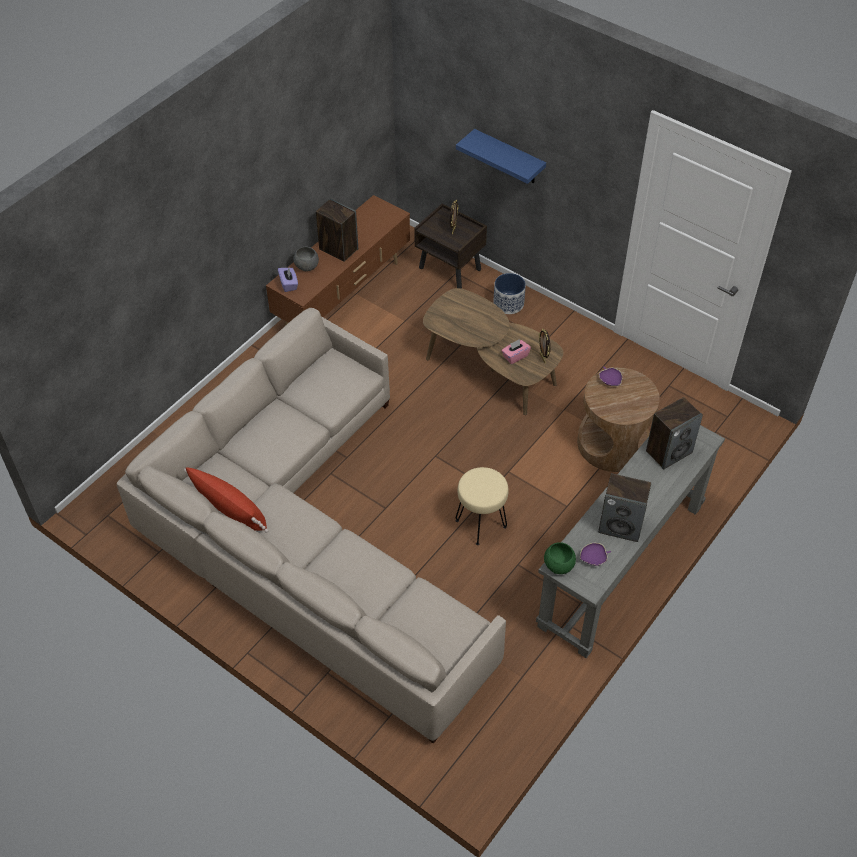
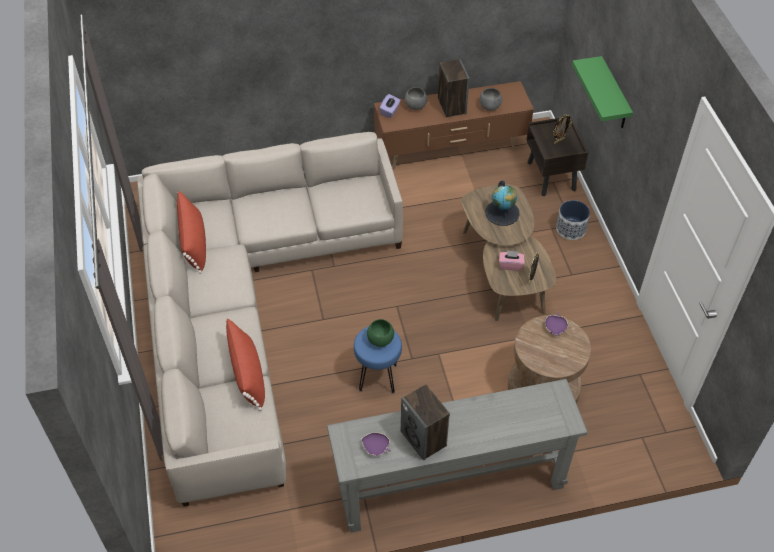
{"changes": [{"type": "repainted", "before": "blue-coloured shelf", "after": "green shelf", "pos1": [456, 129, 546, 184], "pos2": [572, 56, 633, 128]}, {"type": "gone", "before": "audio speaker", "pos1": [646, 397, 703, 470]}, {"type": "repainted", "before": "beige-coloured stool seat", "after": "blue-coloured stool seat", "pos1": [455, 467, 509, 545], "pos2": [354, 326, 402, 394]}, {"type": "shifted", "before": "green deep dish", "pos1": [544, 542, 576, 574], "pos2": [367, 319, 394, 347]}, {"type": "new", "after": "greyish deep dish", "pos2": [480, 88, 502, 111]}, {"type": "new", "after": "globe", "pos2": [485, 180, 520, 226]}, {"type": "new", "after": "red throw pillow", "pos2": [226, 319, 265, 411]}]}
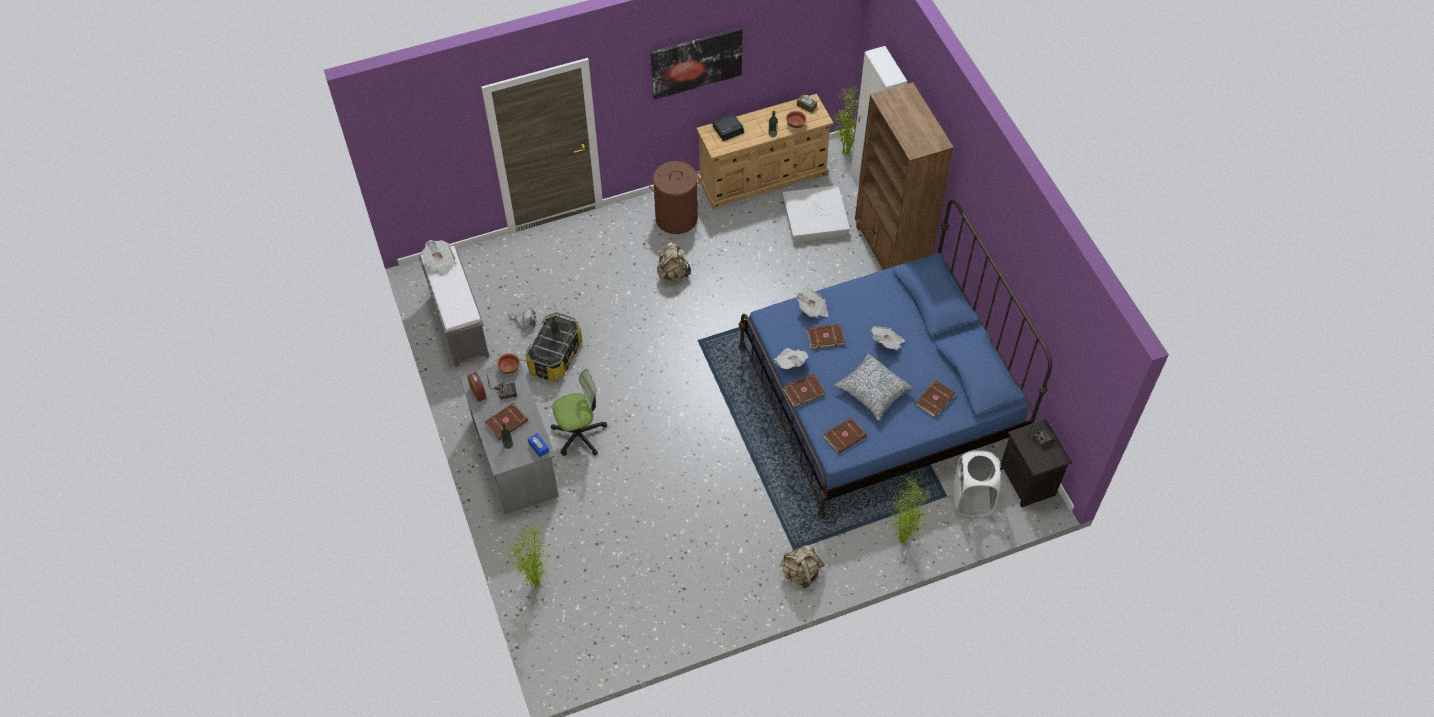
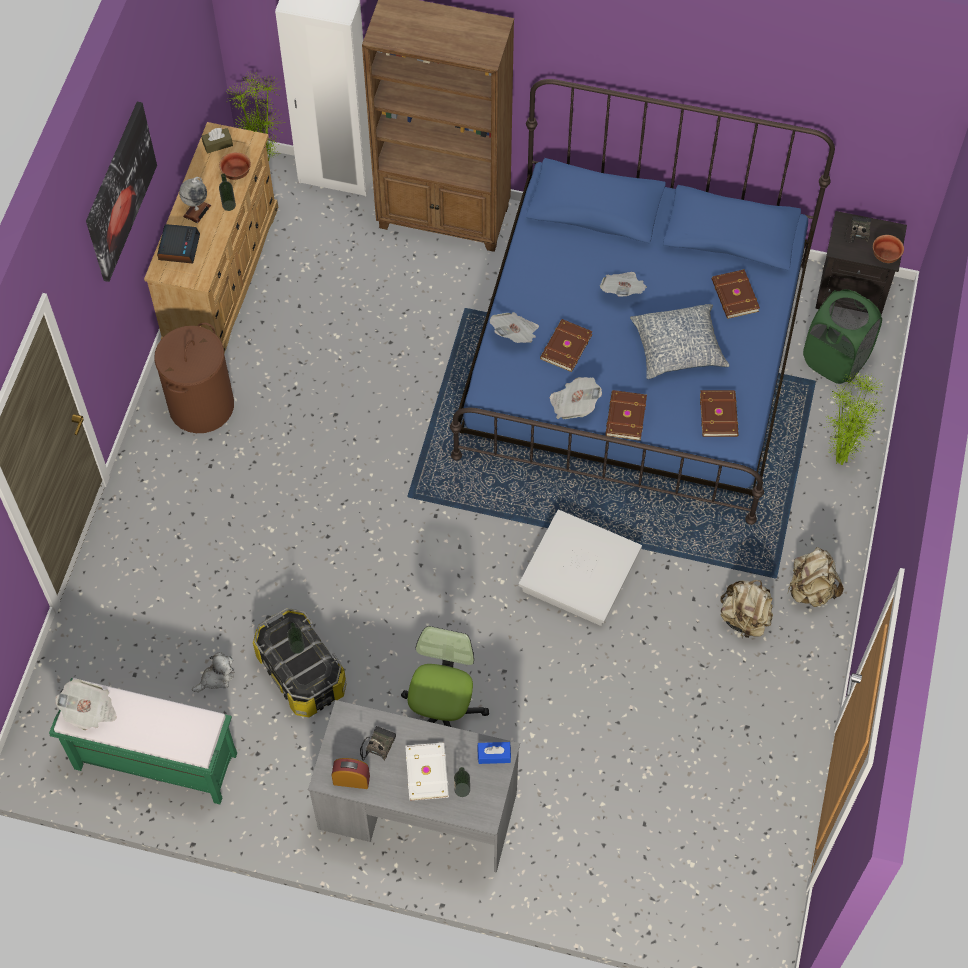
{"changes": [{"type": "shifted", "before": "white storage bin", "pos1": [783, 185, 850, 242], "pos2": [519, 509, 642, 626]}, {"type": "shifted", "before": "beige-coloured knapsack", "pos1": [657, 242, 691, 281], "pos2": [720, 580, 773, 639]}, {"type": "repainted", "before": "greyish long seat", "after": "green long seat", "pos1": [419, 246, 489, 367], "pos2": [49, 678, 237, 804]}, {"type": "shifted", "before": "deep dish", "pos1": [497, 353, 520, 374], "pos2": [873, 235, 904, 263]}, {"type": "repainted", "before": "brown-coloured volume", "after": "white volume", "pos1": [484, 403, 528, 440], "pos2": [406, 743, 449, 801]}, {"type": "repainted", "before": "white washing basket", "after": "green washing basket", "pos1": [954, 450, 1001, 516], "pos2": [803, 289, 882, 384]}, {"type": "gone", "before": "houseplant", "pos1": [507, 521, 548, 589]}, {"type": "new", "after": "globe", "pos2": [179, 177, 211, 223]}]}
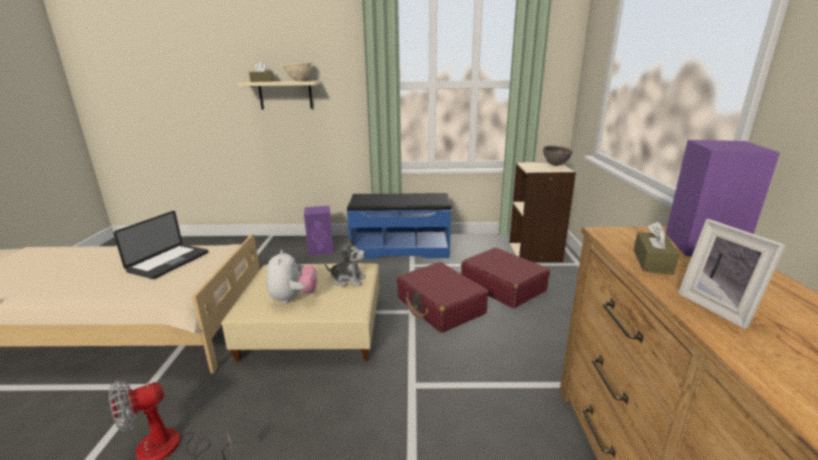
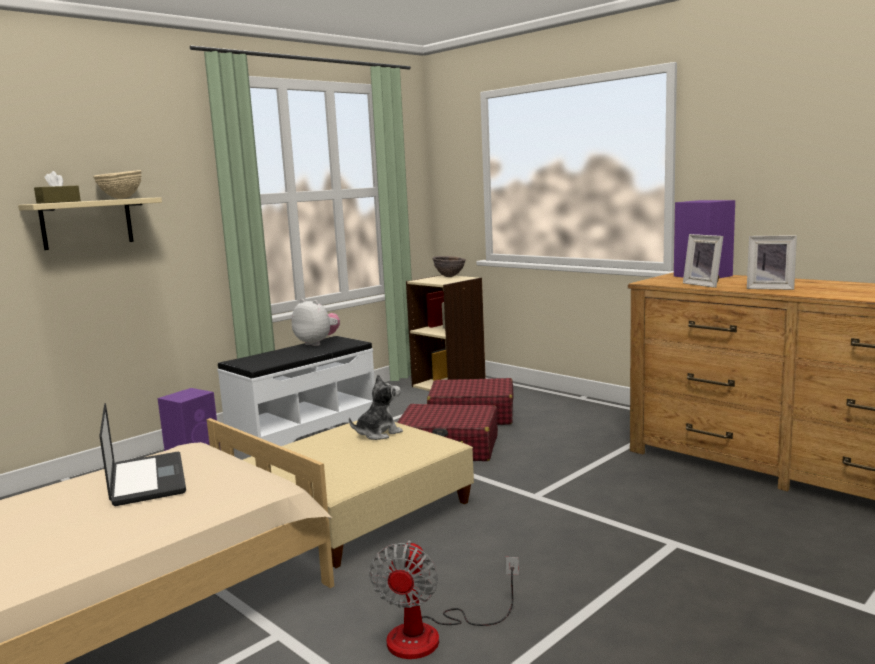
{"changes": [{"type": "repainted", "before": "blue-coloured long seat", "after": "white long seat", "pos1": [347, 193, 451, 259], "pos2": [217, 336, 375, 446]}, {"type": "swapped", "before": "brown-coloured tissue holder", "after": "photo frame", "pos1": [634, 222, 679, 275], "pos2": [683, 234, 723, 288]}, {"type": "shifted", "before": "cuddly toy", "pos1": [267, 250, 317, 304], "pos2": [292, 299, 340, 346]}]}
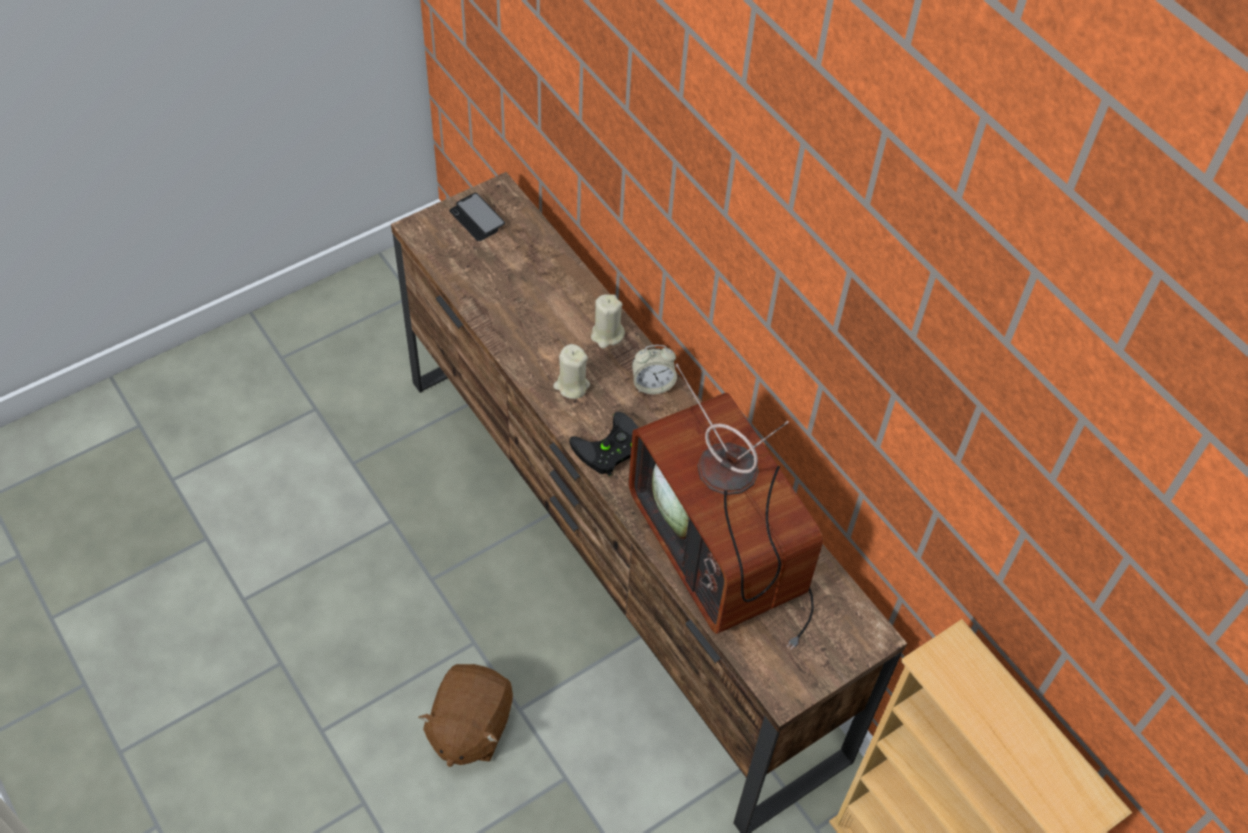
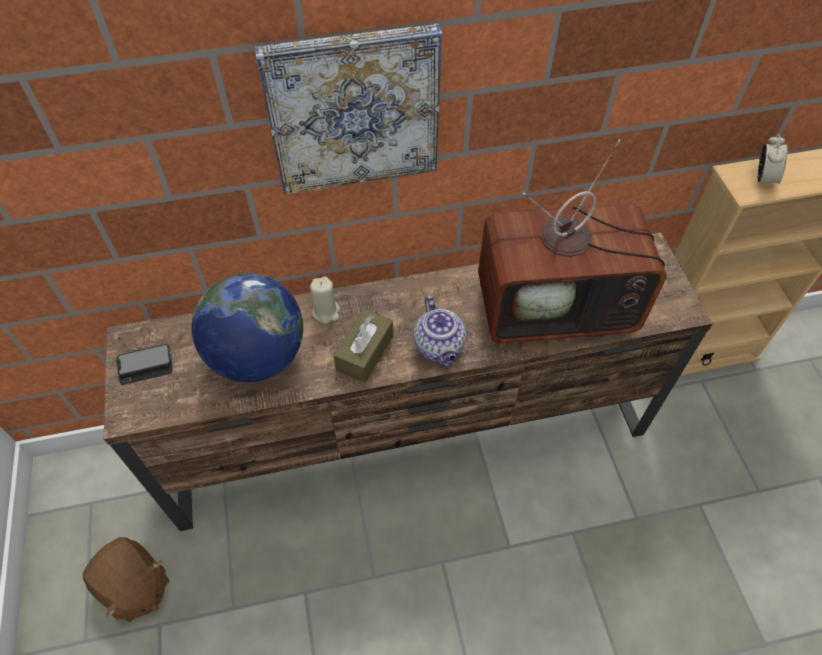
{"changes": [{"type": "swapped", "before": "beige-coloured wax light", "after": "brown-coloured tissue holder", "pos1": [553, 344, 590, 399], "pos2": [334, 309, 393, 382]}, {"type": "shifted", "before": "alarm clock", "pos1": [632, 345, 677, 394], "pos2": [758, 134, 788, 189]}, {"type": "swapped", "before": "black-coloured game controller", "after": "teapot", "pos1": [569, 412, 638, 476], "pos2": [413, 295, 466, 367]}, {"type": "shifted", "before": "brown-coloured cuddly toy", "pos1": [418, 664, 513, 767], "pos2": [83, 537, 170, 622]}, {"type": "new", "after": "wall art", "pos2": [255, 23, 442, 194]}, {"type": "new", "after": "globe", "pos2": [192, 273, 303, 382]}]}
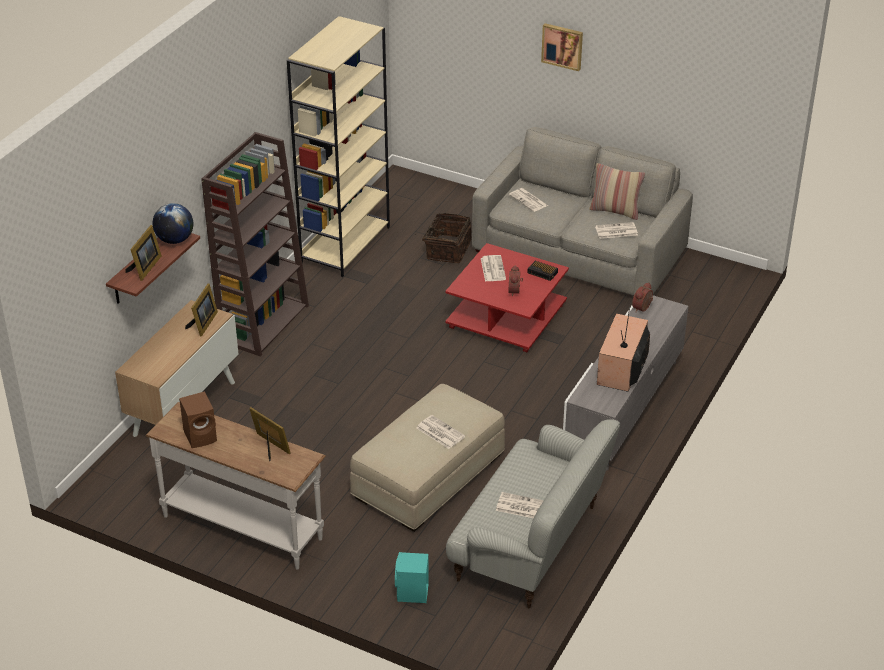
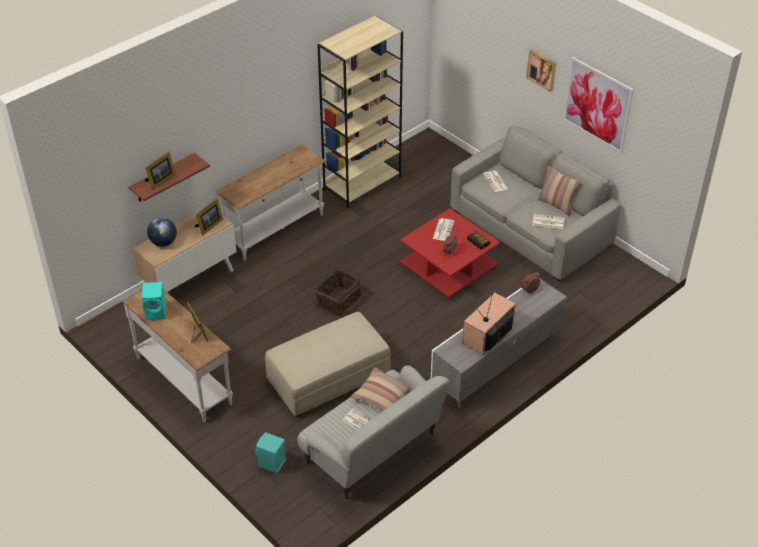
{"changes": [{"type": "swapped", "before": "brown-coloured shelving unit", "after": "white narrow table", "pos1": [201, 132, 309, 357], "pos2": [216, 145, 326, 260]}, {"type": "shifted", "before": "globe", "pos1": [152, 203, 193, 244], "pos2": [147, 217, 177, 247]}, {"type": "shifted", "before": "basket", "pos1": [418, 213, 471, 263], "pos2": [310, 270, 361, 317]}, {"type": "repainted", "before": "brown-coloured audio speaker", "after": "turquoise audio speaker", "pos1": [179, 391, 217, 448], "pos2": [141, 282, 166, 320]}, {"type": "gone", "before": "printed paper", "pos1": [417, 415, 465, 449]}, {"type": "new", "after": "wall art", "pos2": [563, 57, 634, 153]}, {"type": "new", "after": "throw pillow", "pos2": [351, 367, 410, 411]}]}
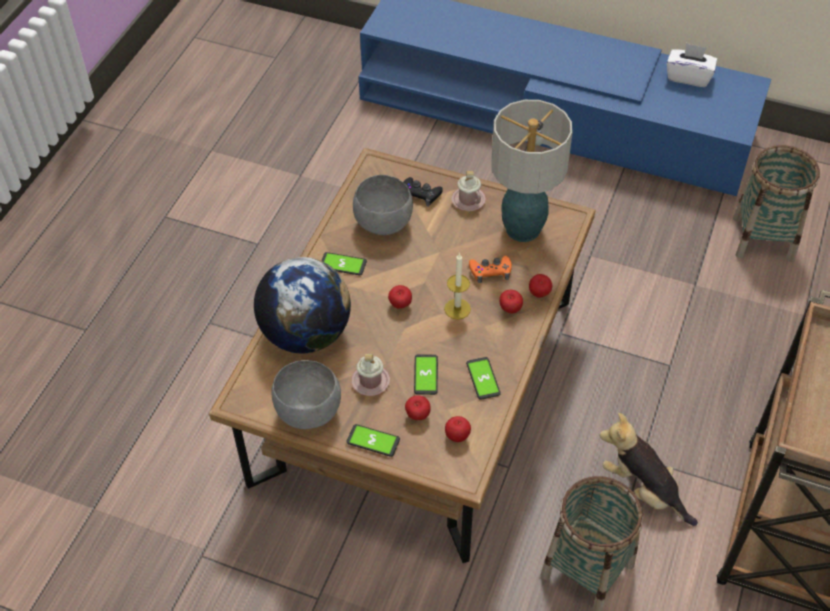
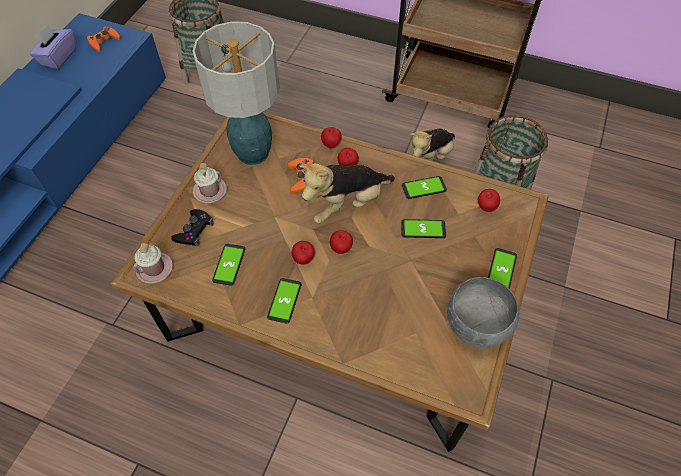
{"changes": [{"type": "repainted", "before": "white tissue holder", "after": "purplish tissue holder", "pos1": [667, 43, 717, 87], "pos2": [30, 24, 76, 69]}, {"type": "swapped", "before": "greyish deep dish", "after": "handset", "pos1": [353, 175, 413, 235], "pos2": [212, 244, 245, 286]}, {"type": "swapped", "before": "wax light", "after": "cuddly toy", "pos1": [444, 253, 471, 320], "pos2": [300, 163, 395, 224]}, {"type": "gone", "before": "globe", "pos1": [254, 257, 351, 353]}, {"type": "shifted", "before": "pink-coloured coffee mug", "pos1": [351, 354, 390, 396], "pos2": [133, 243, 173, 284]}, {"type": "shifted", "before": "apple fruit", "pos1": [405, 395, 431, 420], "pos2": [292, 241, 315, 264]}, {"type": "new", "after": "orange game controller", "pos2": [87, 26, 121, 52]}]}
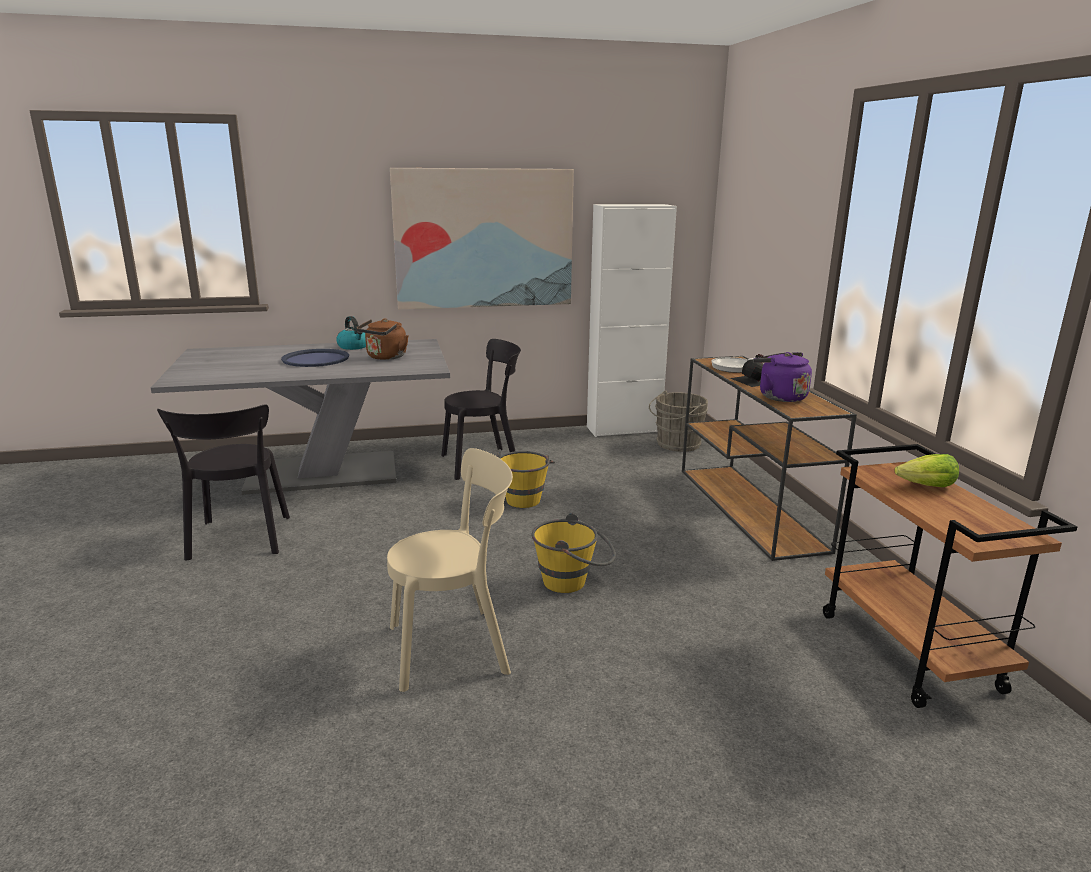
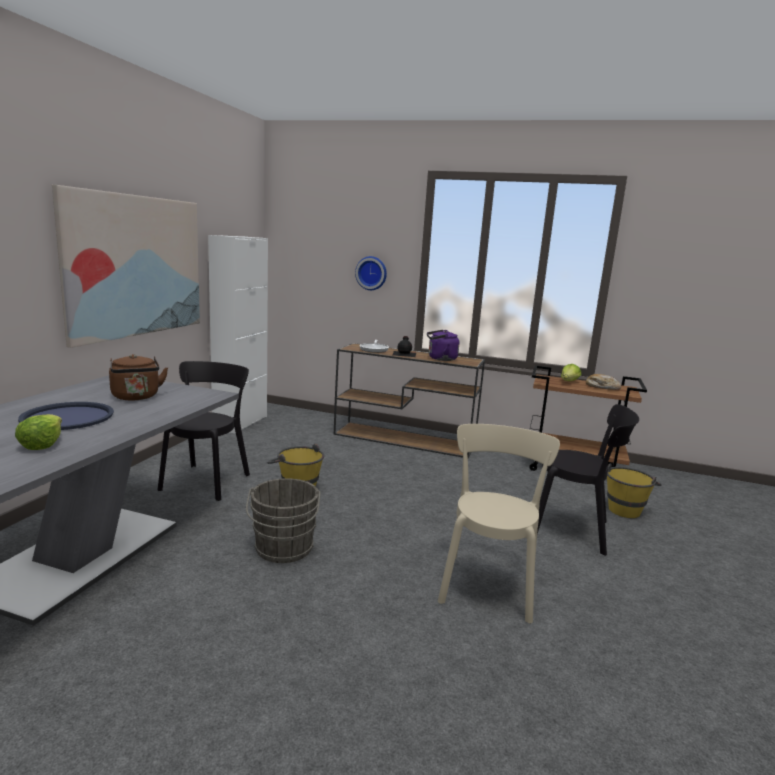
{"changes": [{"type": "gone", "before": "water kettle", "pos1": [336, 316, 366, 350]}, {"type": "shifted", "before": "greyish pail", "pos1": [649, 391, 708, 452], "pos2": [246, 478, 321, 563]}, {"type": "shifted", "before": "black-coloured chair", "pos1": [157, 404, 290, 561], "pos2": [537, 404, 639, 556]}, {"type": "shifted", "before": "yellow-coloured pail", "pos1": [532, 513, 616, 593], "pos2": [607, 464, 662, 518]}, {"type": "new", "after": "hanging clock", "pos2": [355, 256, 387, 290]}, {"type": "new", "after": "bread", "pos2": [586, 374, 621, 390]}, {"type": "new", "after": "lettuce", "pos2": [15, 414, 62, 450]}]}
